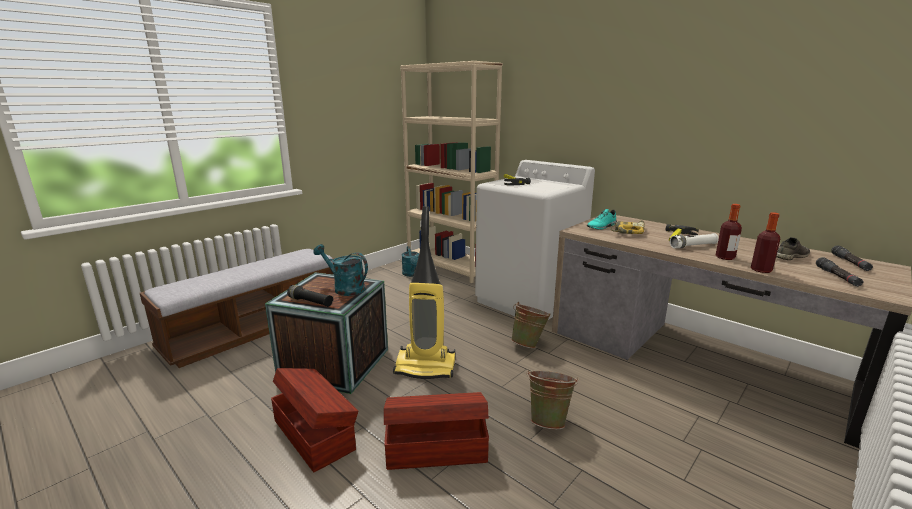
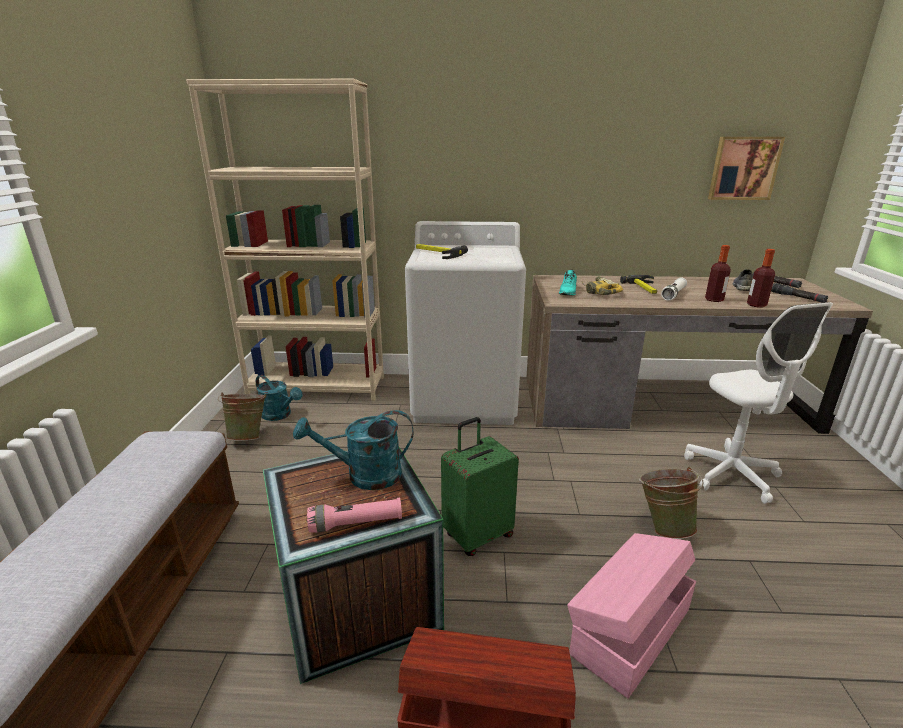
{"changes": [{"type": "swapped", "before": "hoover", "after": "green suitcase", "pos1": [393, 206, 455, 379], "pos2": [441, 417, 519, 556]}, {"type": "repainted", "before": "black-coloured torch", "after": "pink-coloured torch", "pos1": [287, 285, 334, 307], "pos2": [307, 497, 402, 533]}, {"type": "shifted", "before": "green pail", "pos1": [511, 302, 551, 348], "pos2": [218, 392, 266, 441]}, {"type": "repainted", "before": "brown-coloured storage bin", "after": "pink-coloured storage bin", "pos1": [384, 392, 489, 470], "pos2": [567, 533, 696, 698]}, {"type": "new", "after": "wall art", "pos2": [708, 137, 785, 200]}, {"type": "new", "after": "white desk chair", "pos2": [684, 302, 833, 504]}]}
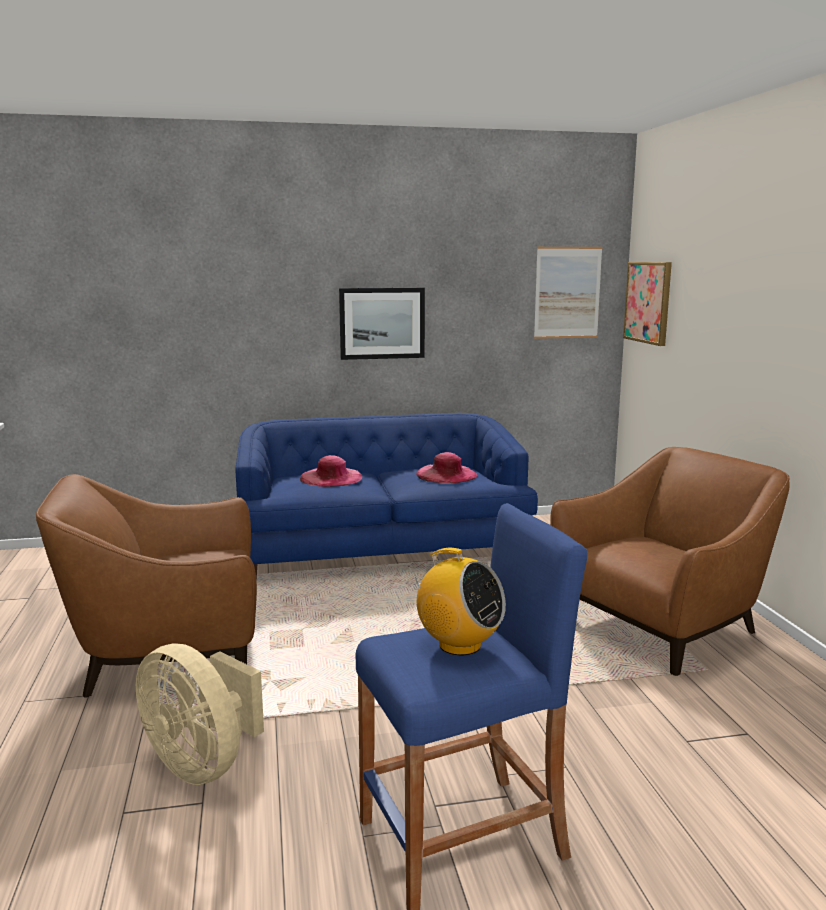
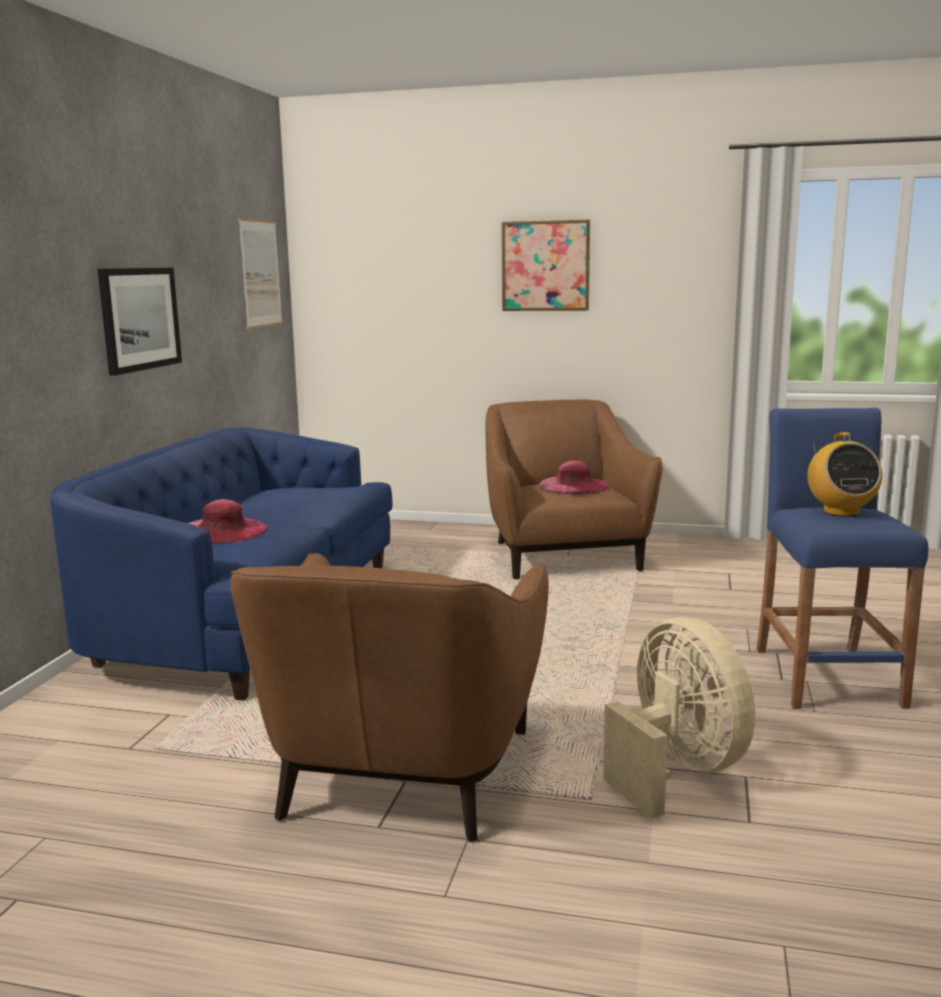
{"changes": [{"type": "shifted", "before": "wall art", "pos1": [623, 262, 672, 346], "pos2": [502, 220, 590, 311]}, {"type": "shifted", "before": "pink-coloured clothing hat", "pos1": [416, 452, 477, 483], "pos2": [539, 461, 609, 494]}, {"type": "rotated", "before": "radio set", "pos1": [408, 548, 506, 656], "pos2": [807, 432, 882, 517], "turn": 120}, {"type": "rotated", "before": "beige-coloured cooling fan", "pos1": [136, 644, 264, 785], "pos2": [603, 617, 755, 819], "turn": -90}]}
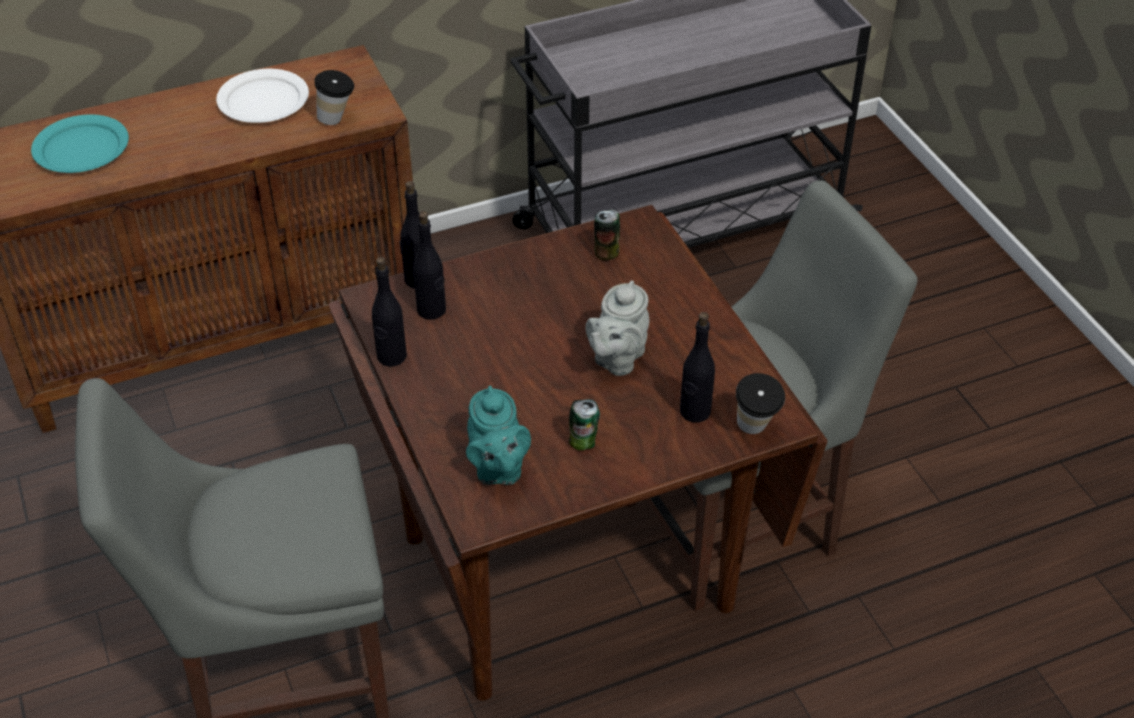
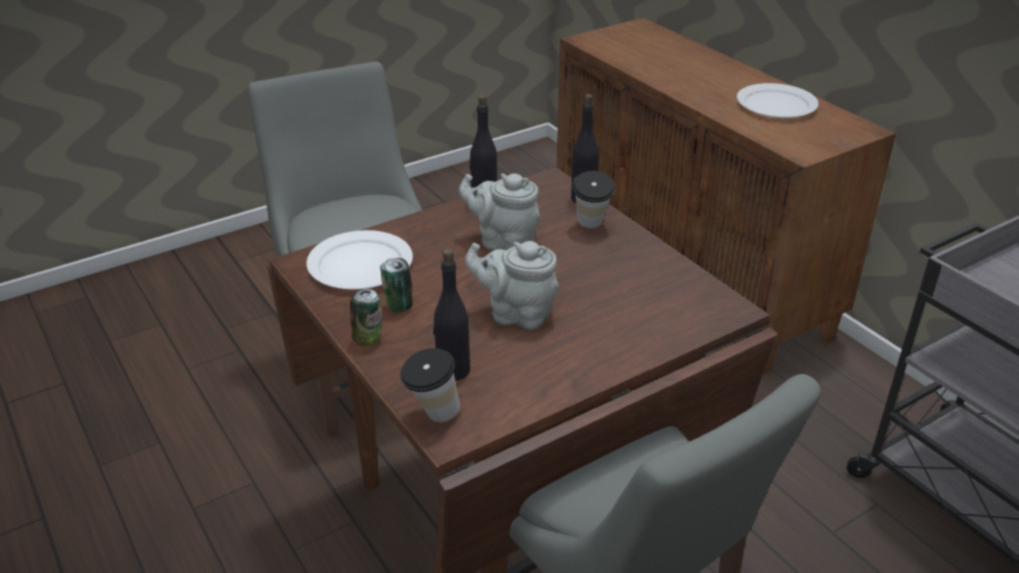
{"changes": [{"type": "shifted", "before": "drinking cup", "pos1": [314, 70, 354, 125], "pos2": [572, 171, 615, 228]}, {"type": "gone", "before": "turquoise plate", "pos1": [31, 115, 129, 173]}, {"type": "shifted", "before": "can", "pos1": [594, 209, 620, 261], "pos2": [350, 289, 382, 346]}, {"type": "gone", "before": "black-coloured beverage bottle", "pos1": [413, 211, 446, 320]}, {"type": "swapped", "before": "turquoise teapot", "after": "white plate", "pos1": [466, 385, 531, 485], "pos2": [306, 230, 413, 289]}, {"type": "new", "after": "greyish teapot", "pos2": [459, 173, 540, 250]}]}
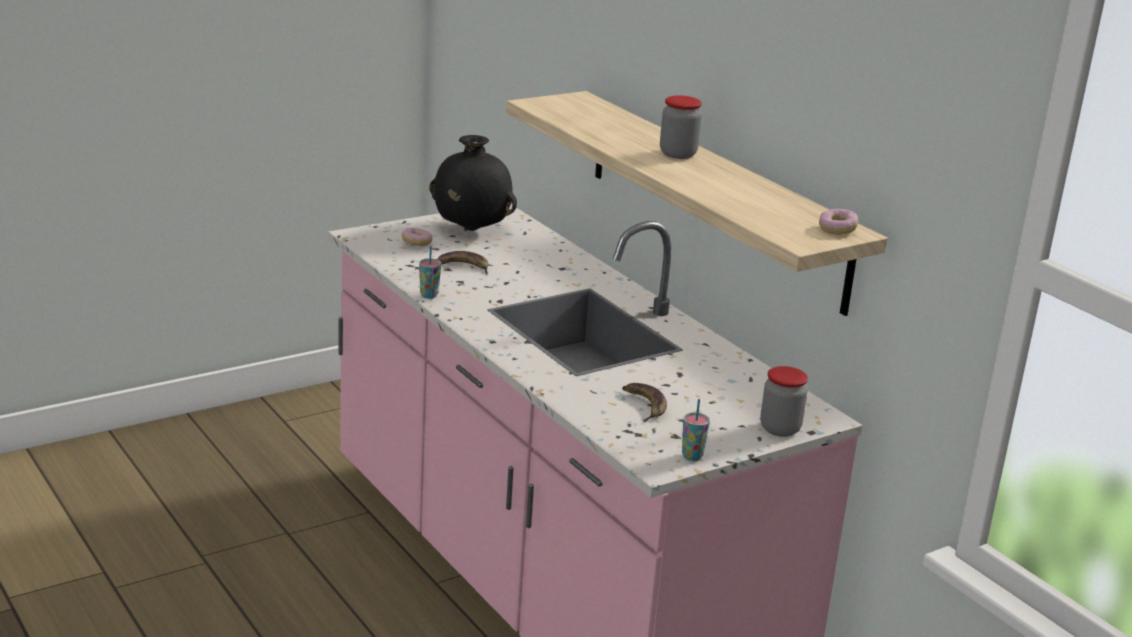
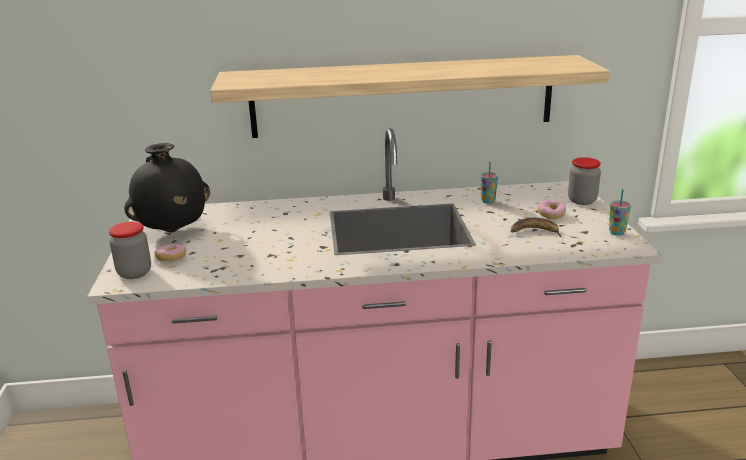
{"changes": [{"type": "shifted", "before": "preserve jar", "pos1": [660, 95, 702, 159], "pos2": [109, 222, 151, 279]}, {"type": "shifted", "before": "donut", "pos1": [819, 209, 858, 235], "pos2": [538, 199, 566, 219]}, {"type": "shifted", "before": "drinking cup", "pos1": [419, 246, 441, 299], "pos2": [481, 162, 498, 204]}, {"type": "gone", "before": "banana fruit", "pos1": [437, 251, 489, 275]}]}
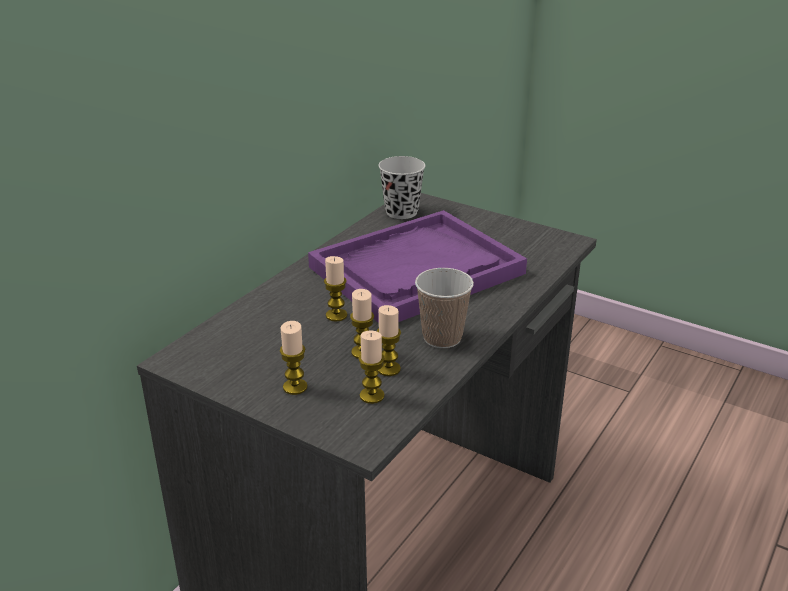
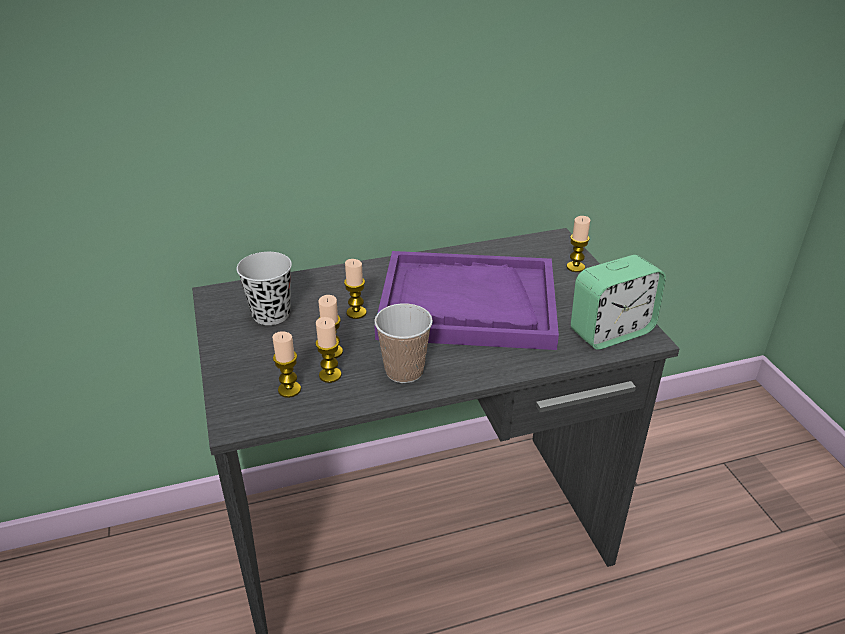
{"changes": [{"type": "shifted", "before": "black-coloured drinking cup", "pos1": [379, 156, 425, 219], "pos2": [237, 252, 292, 325]}, {"type": "shifted", "before": "wax light", "pos1": [280, 321, 308, 395], "pos2": [566, 216, 590, 272]}, {"type": "new", "after": "alarm clock", "pos2": [571, 255, 666, 350]}]}
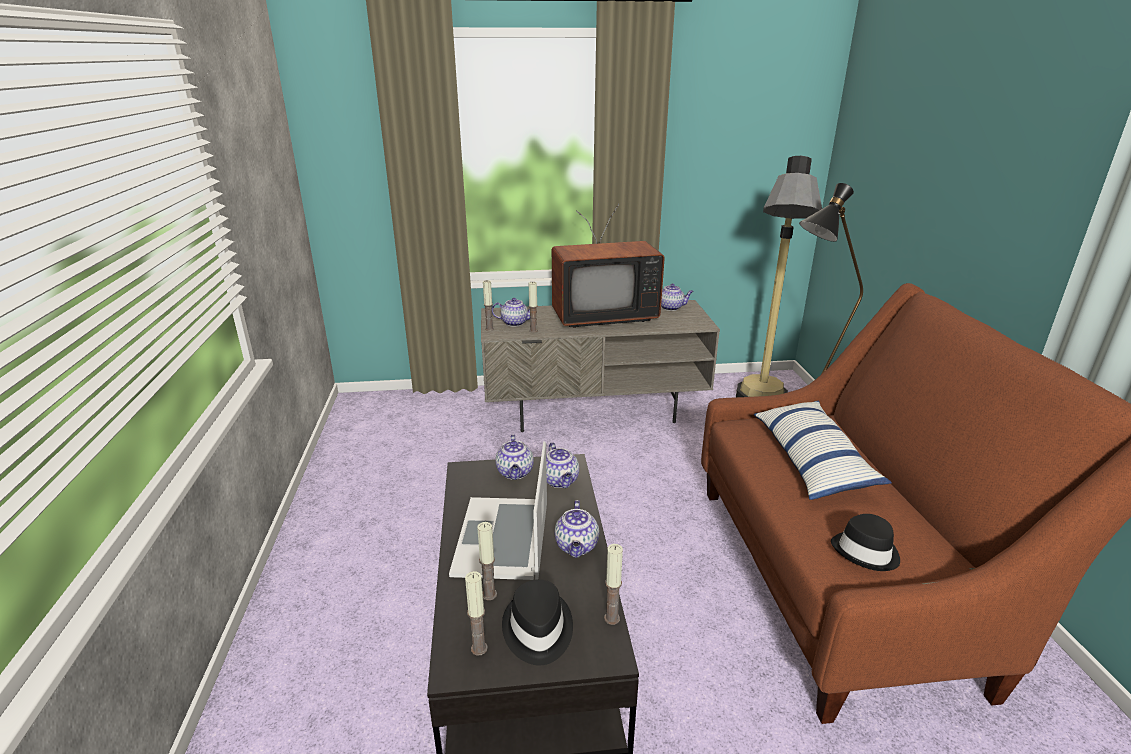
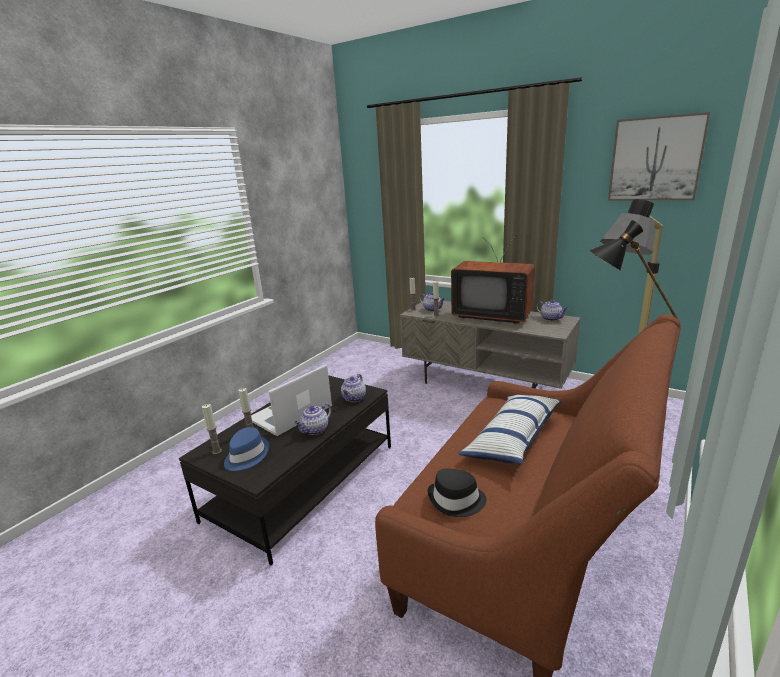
{"changes": [{"type": "gone", "before": "teapot", "pos1": [495, 434, 534, 480]}, {"type": "gone", "before": "wax light", "pos1": [604, 544, 623, 625]}, {"type": "repainted", "before": "black-coloured clothing hat", "after": "blue-coloured clothing hat", "pos1": [502, 579, 573, 666], "pos2": [224, 427, 269, 471]}, {"type": "new", "after": "wall art", "pos2": [608, 112, 710, 200]}]}
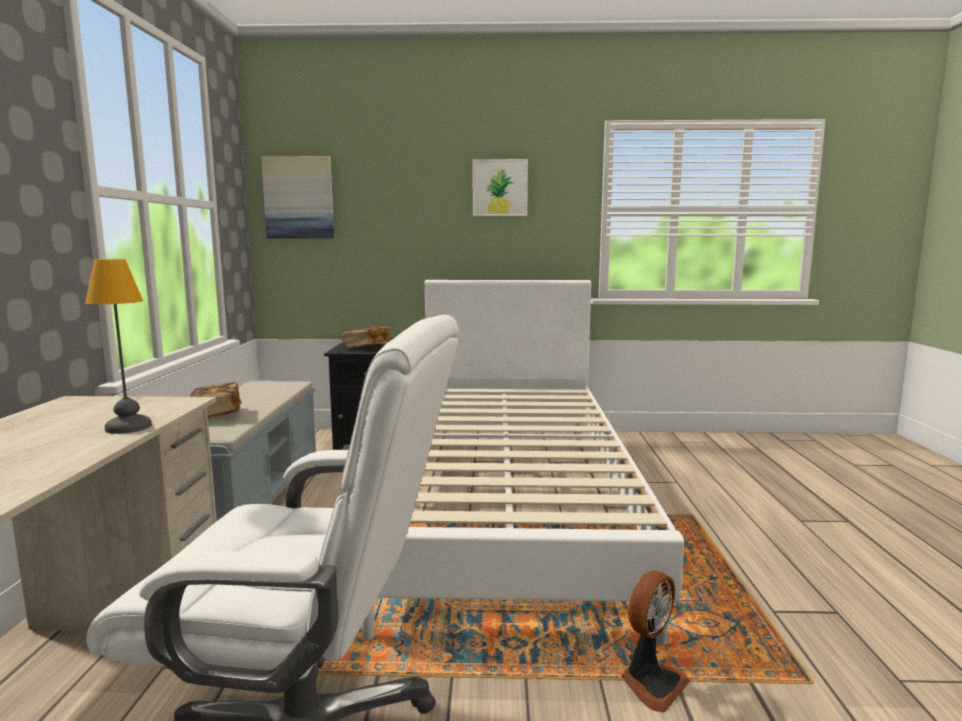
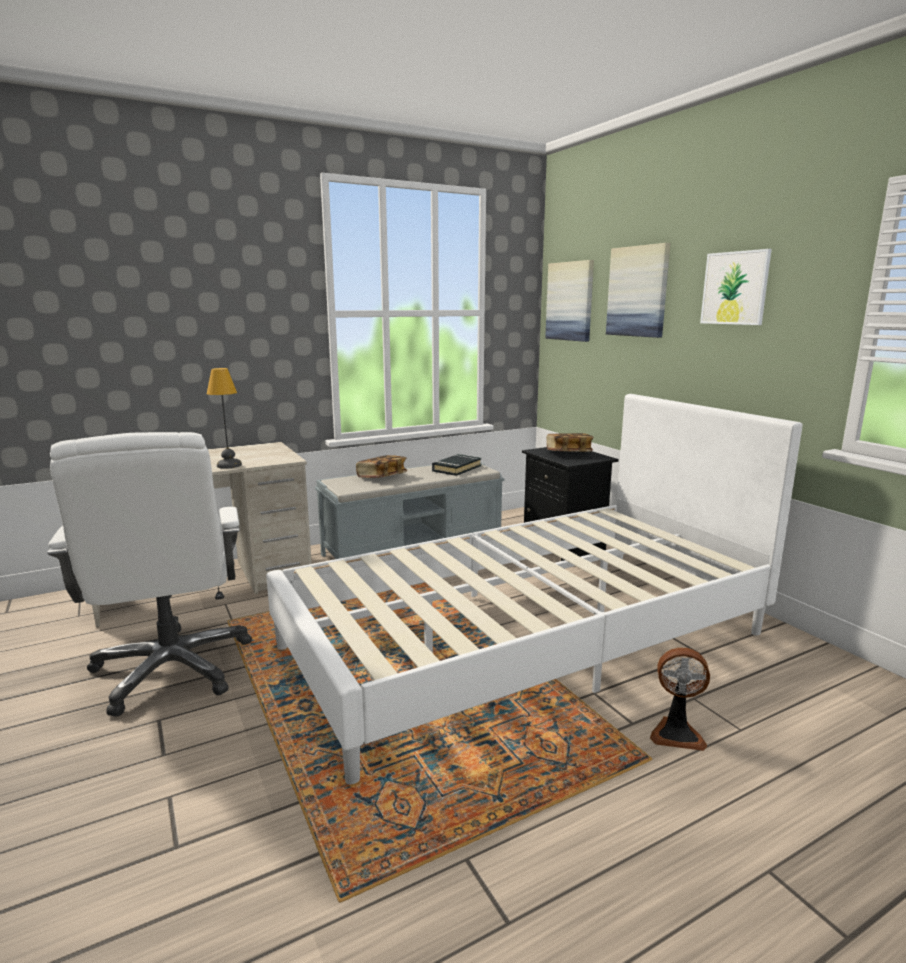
{"changes": [{"type": "shifted", "before": "cooling fan", "pos1": [621, 571, 690, 712], "pos2": [650, 647, 710, 751]}, {"type": "new", "after": "wall art", "pos2": [606, 243, 670, 338]}, {"type": "new", "after": "black-coloured volume", "pos2": [432, 454, 482, 476]}]}
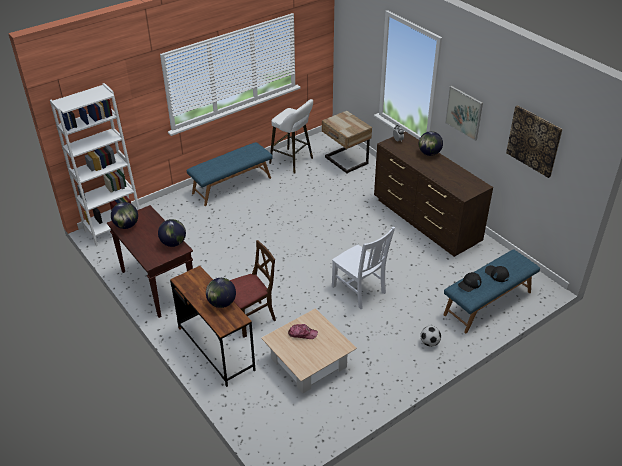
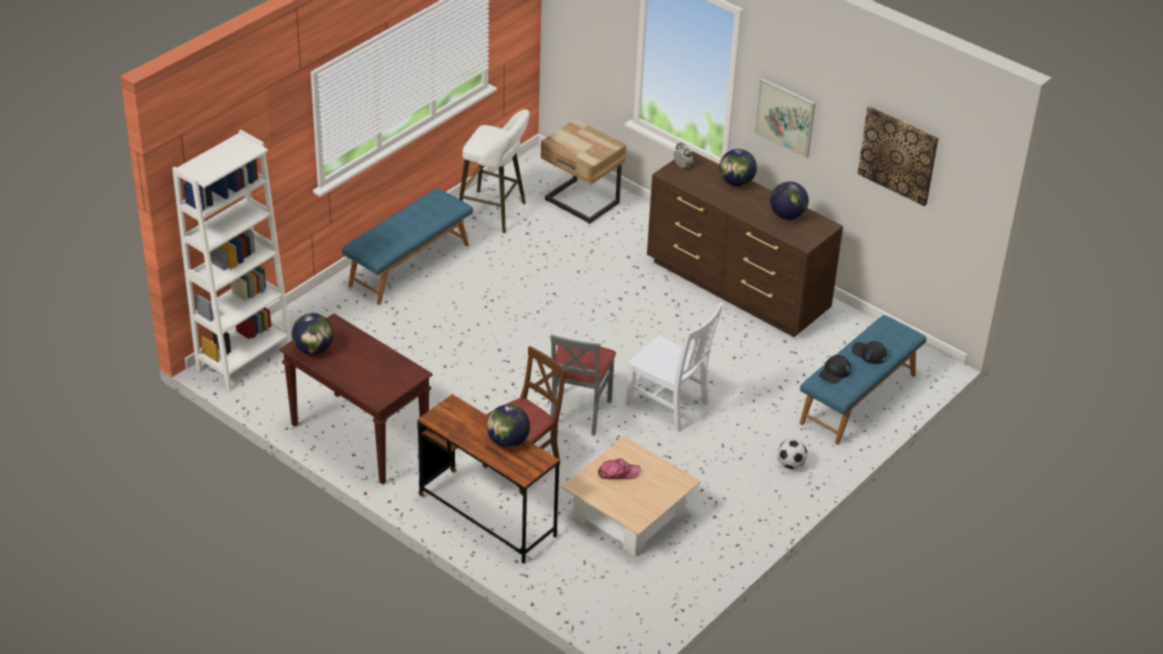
{"changes": [{"type": "shifted", "before": "globe", "pos1": [158, 219, 186, 247], "pos2": [770, 181, 809, 220]}, {"type": "new", "after": "greyish chair", "pos2": [550, 334, 616, 436]}]}
